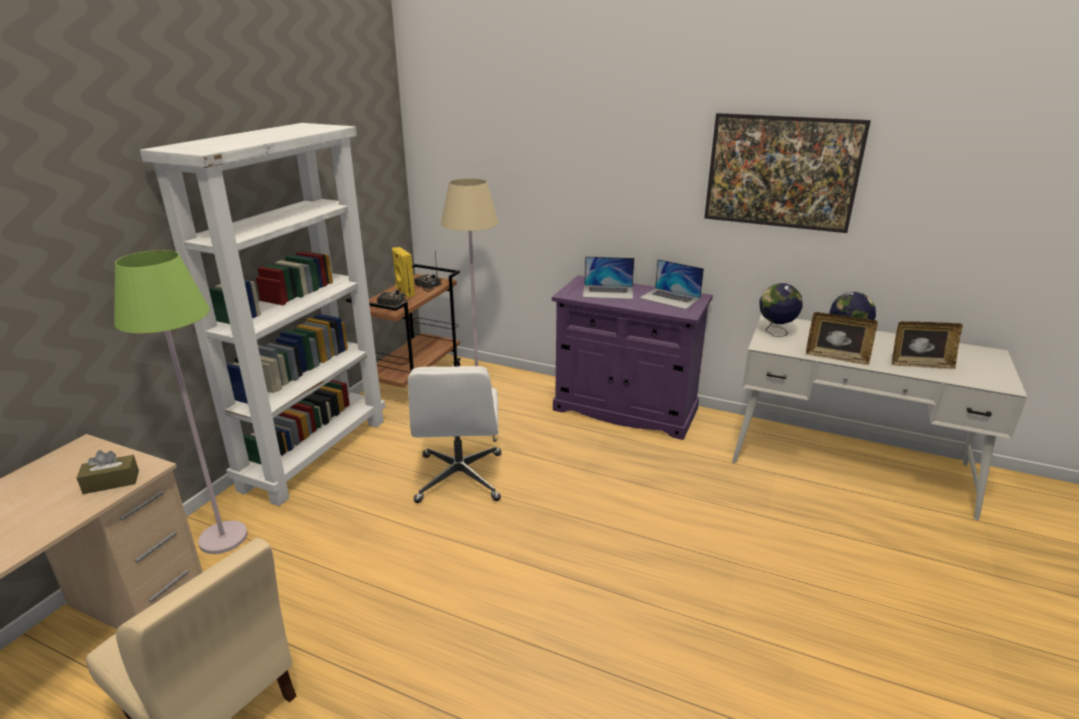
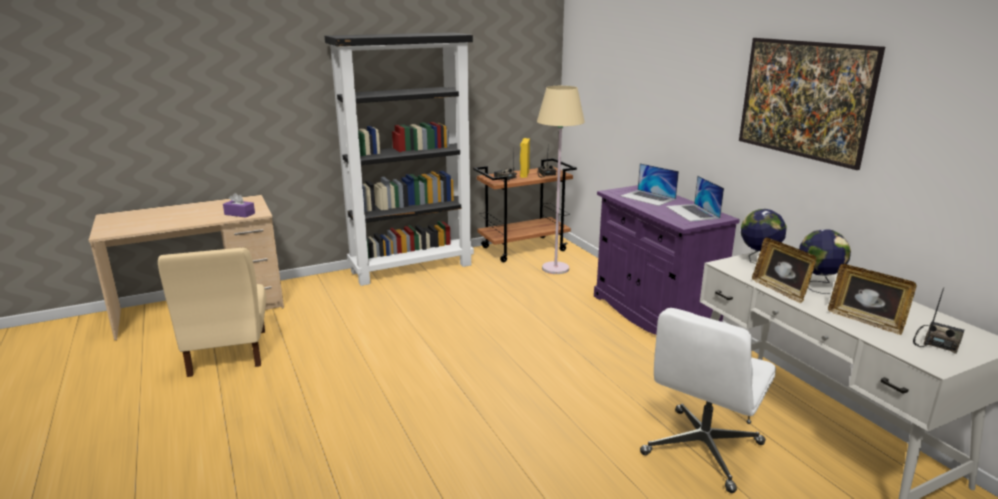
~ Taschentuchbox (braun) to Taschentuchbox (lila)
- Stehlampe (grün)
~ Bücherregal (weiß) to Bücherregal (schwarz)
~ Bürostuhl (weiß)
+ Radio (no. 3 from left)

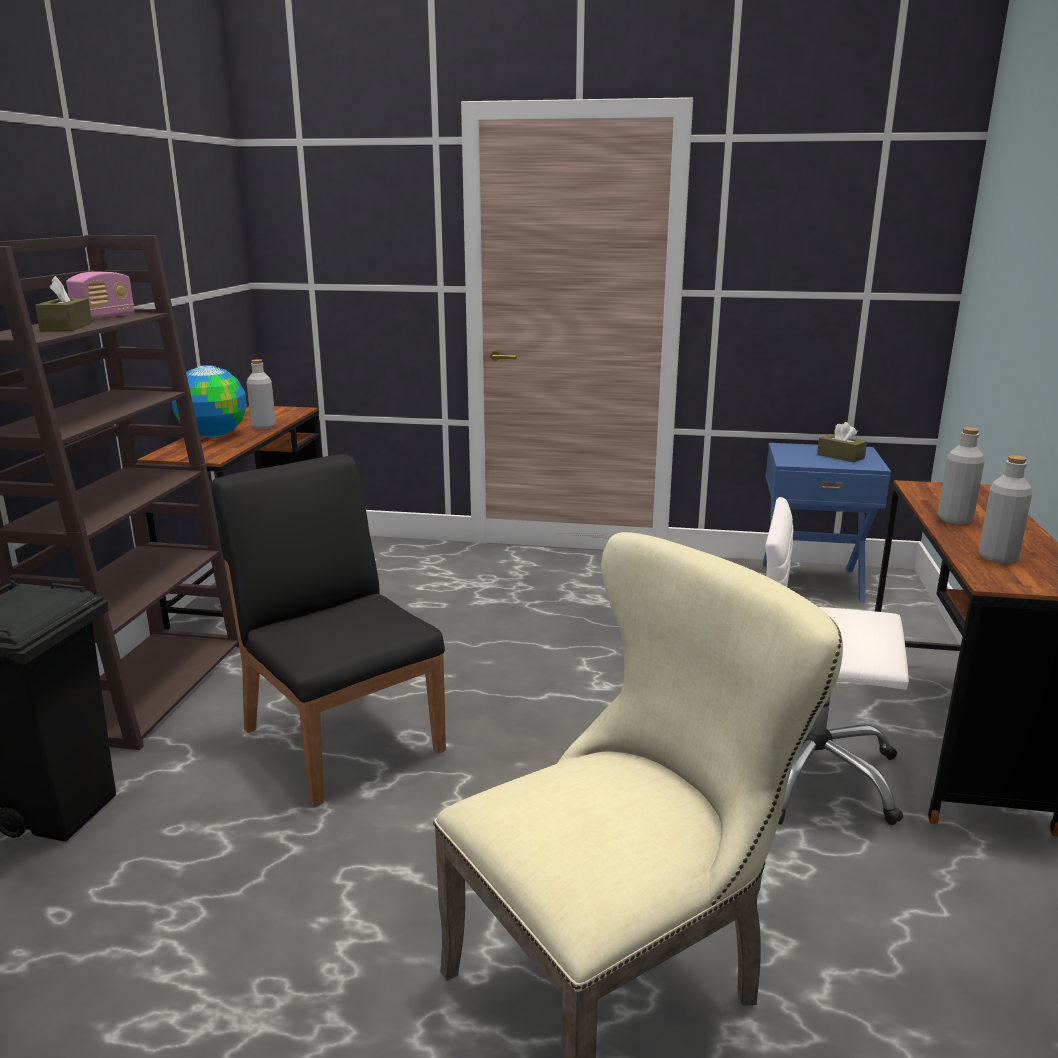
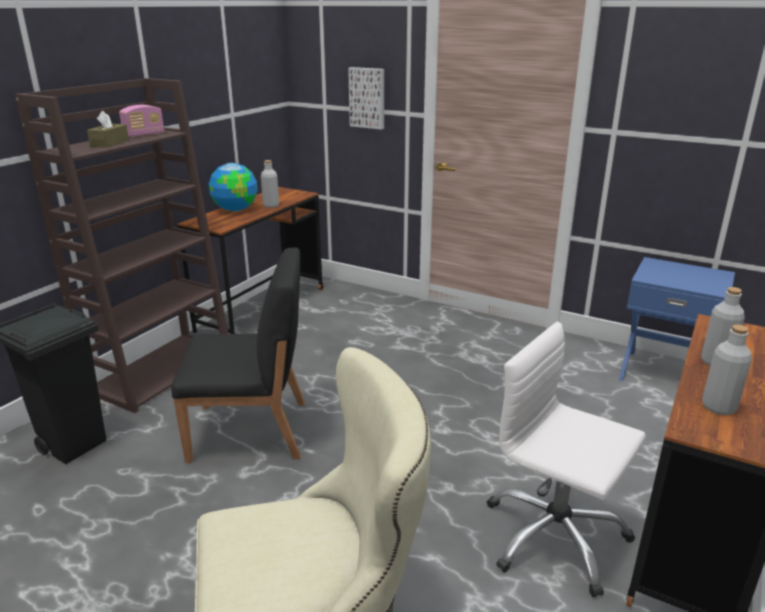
~ Stuhl (schwarz) 105 degrees clockwise
- Taschentuchbox (braun) (no. 2 from left)
+ Bild

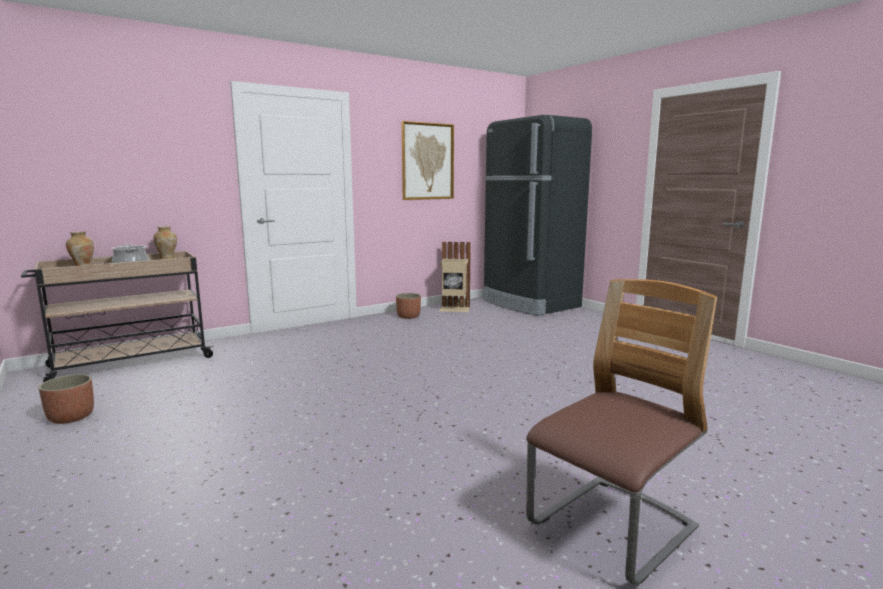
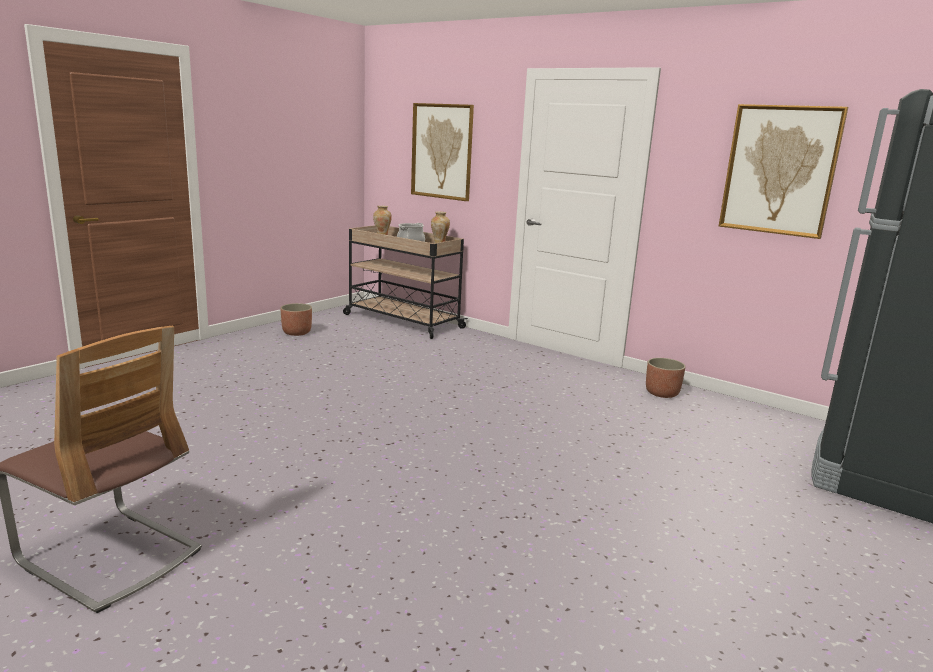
- Mülleimer (beige)
+ Bild (no. 1 from left)

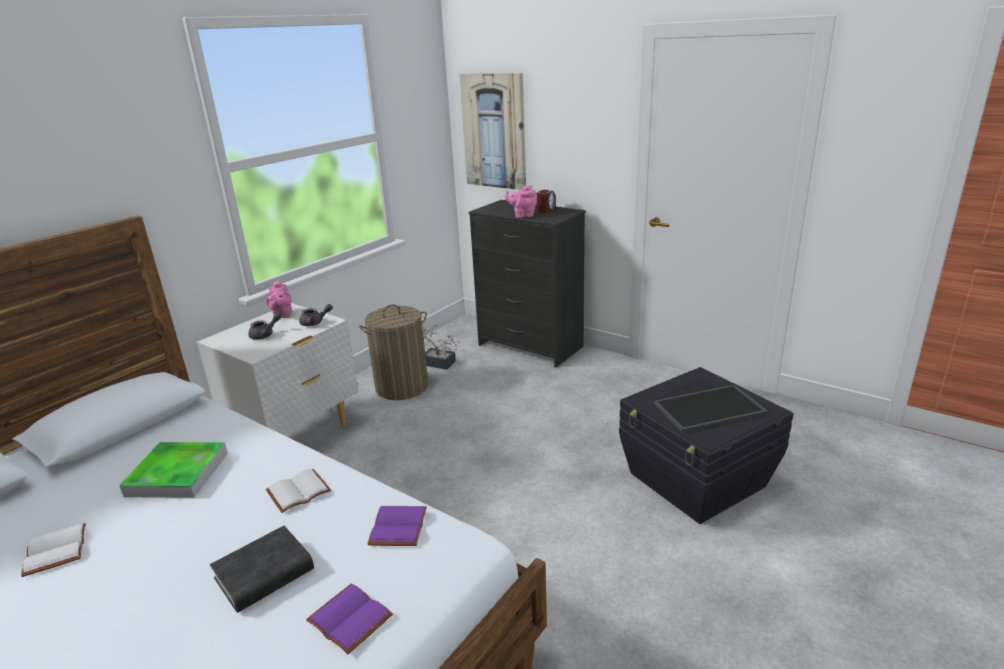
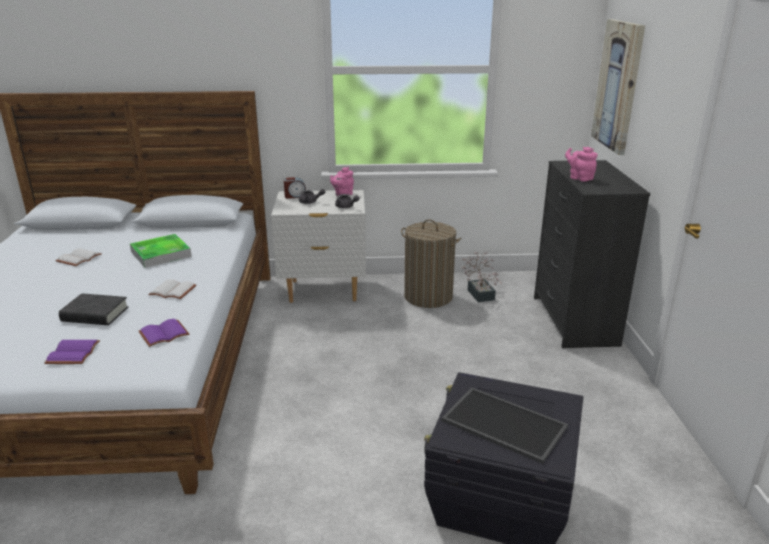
~ Wecker

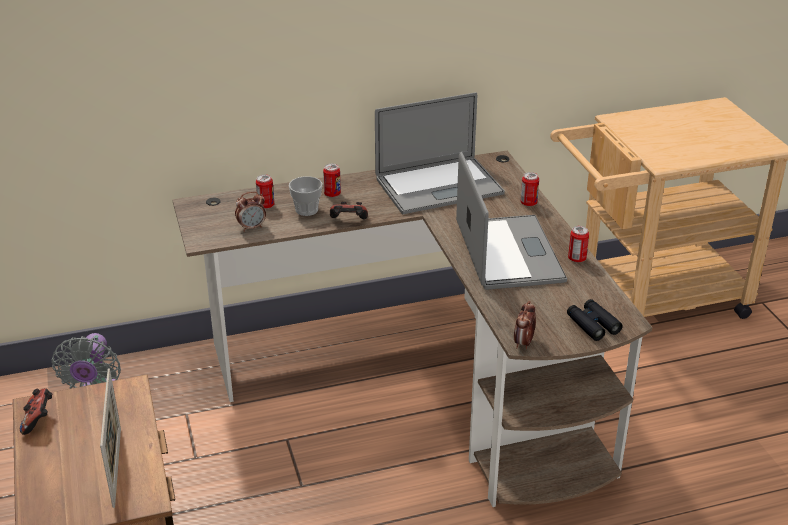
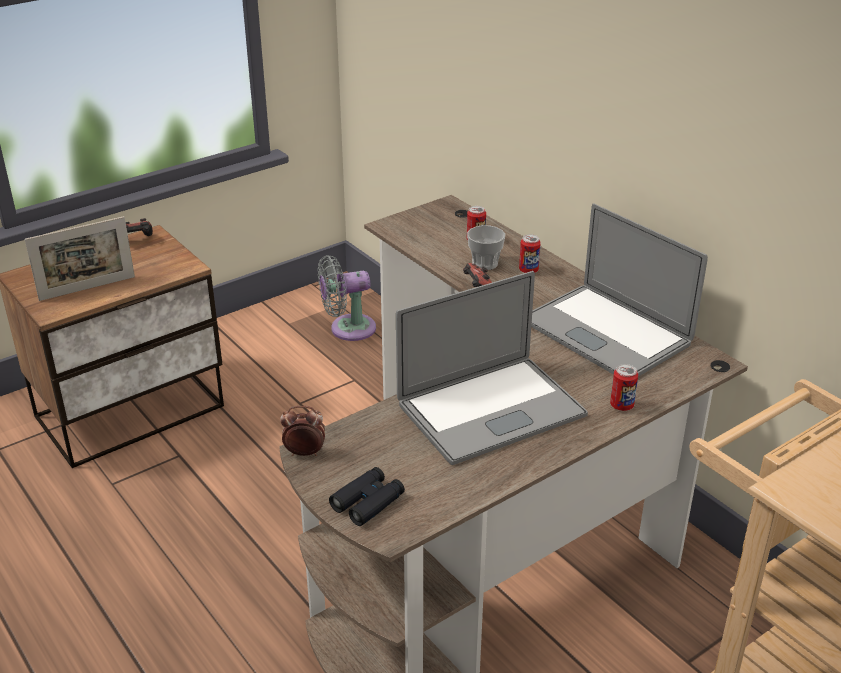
- Wecker (no. 1 from left)
- Dose (no. 4 from left)

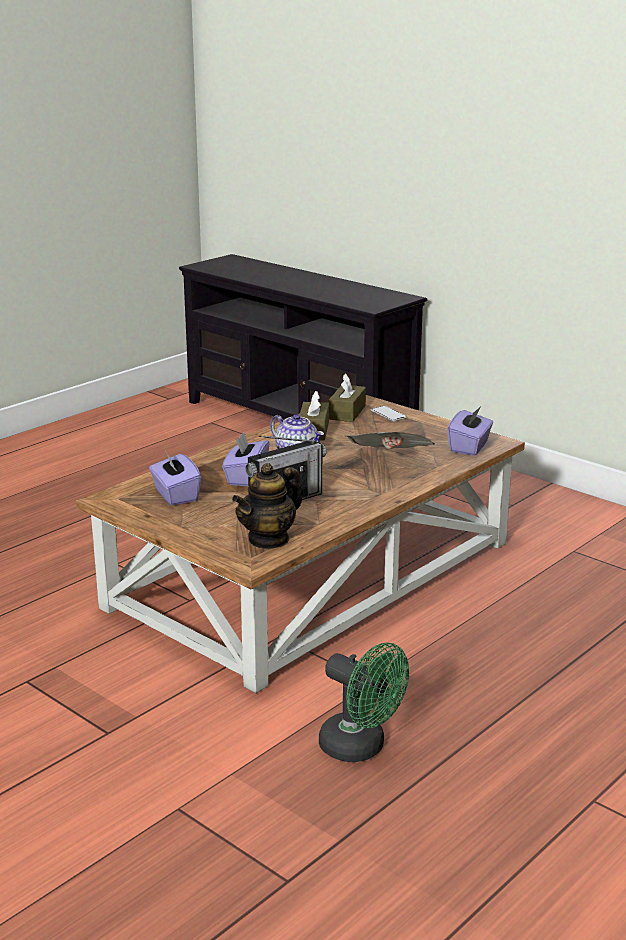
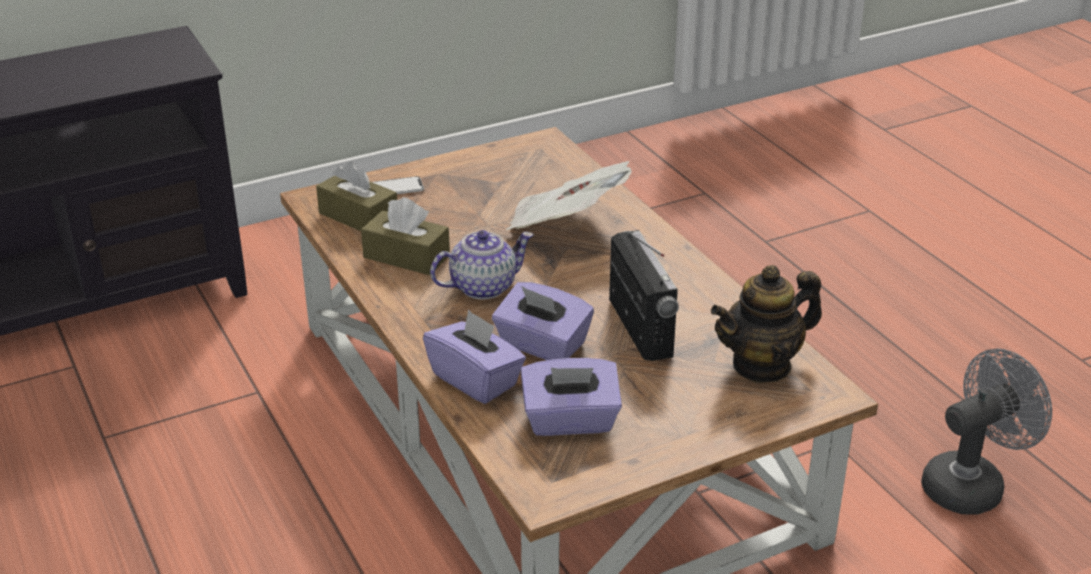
~ Teekanne (no. 1 from left in the first image) 90 degrees clockwise
~ Ventilator (grün) to Ventilator (grau)
~ Taschentuchbox (lila) (no. 3 from left in the first image) to Taschentuchbox (lila) (no. 1 from left)

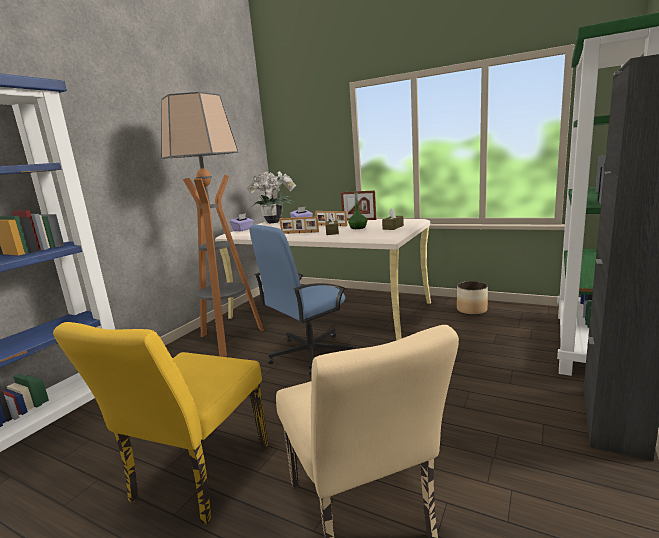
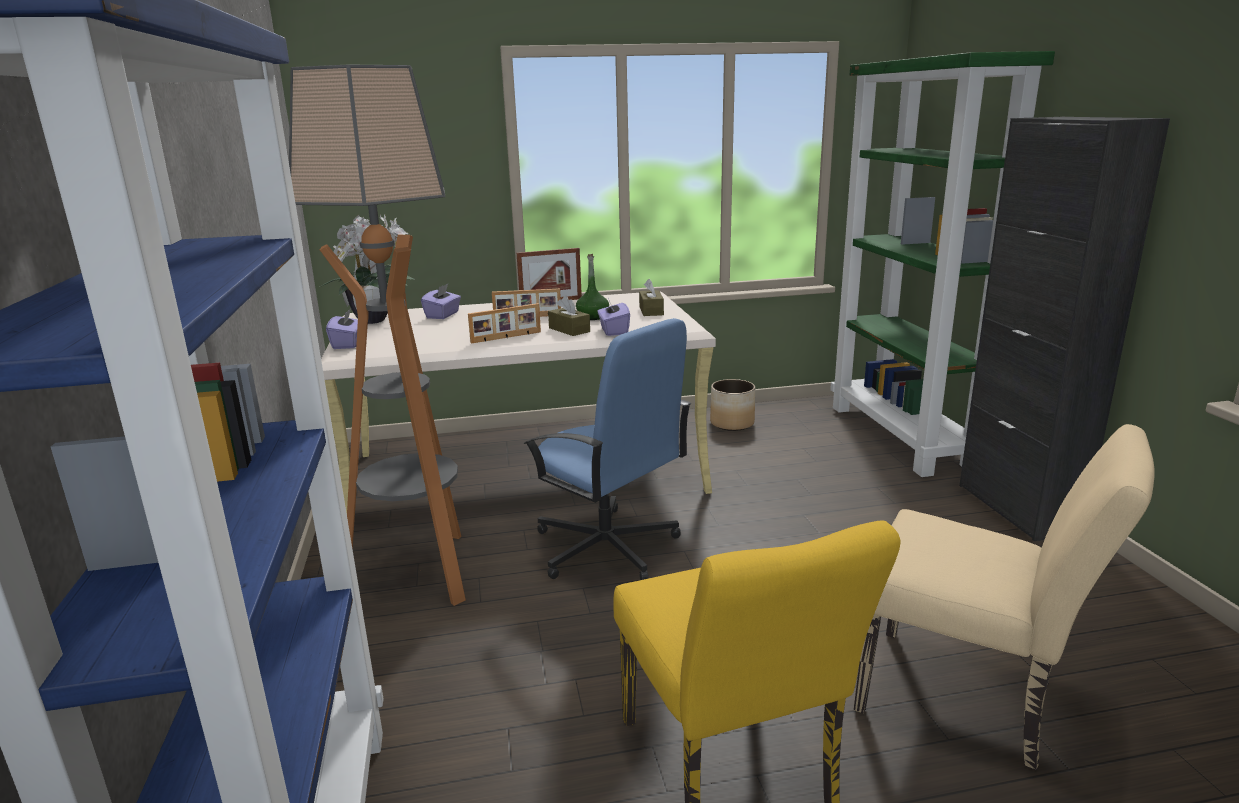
~ Bürostuhl (blau) 60 degrees counterclockwise
+ Taschentuchbox (lila) (no. 3 from left)

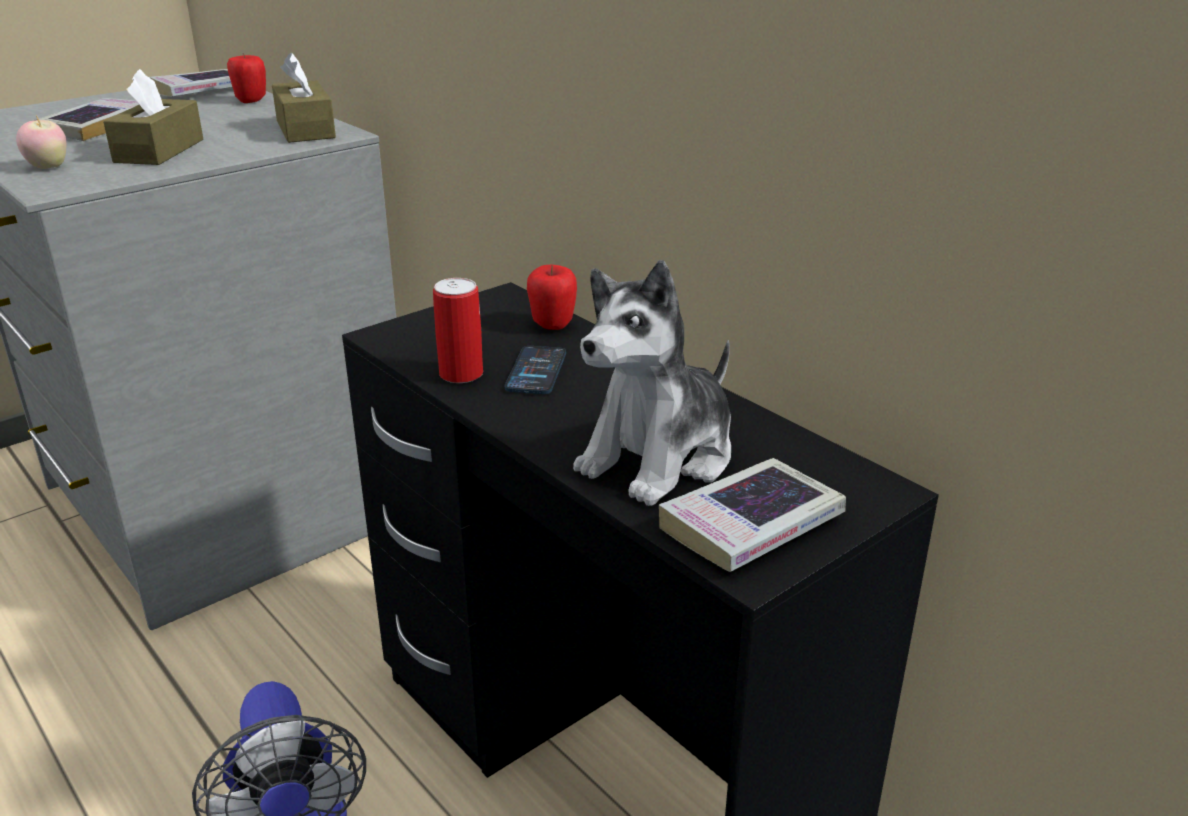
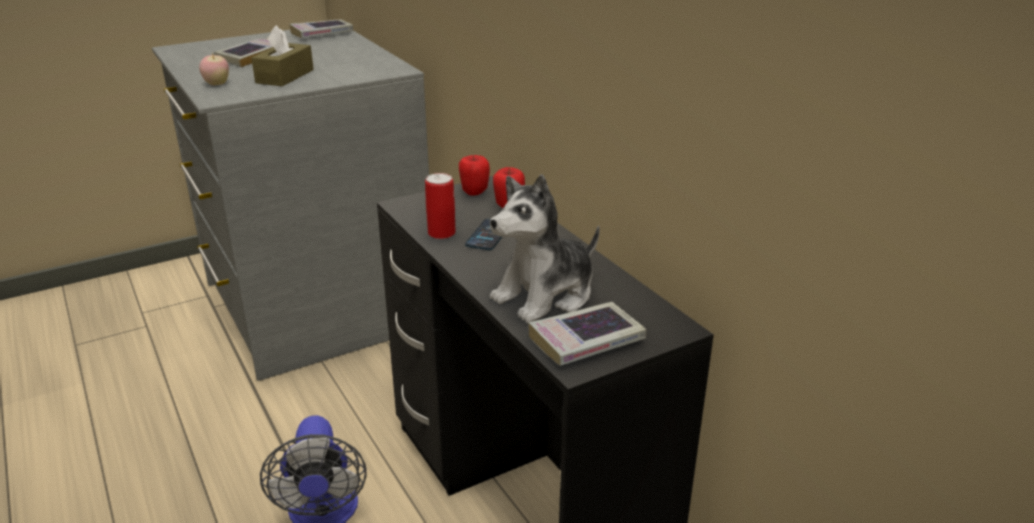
~ Apfel (no. 2 from left)
- Taschentuchbox (braun) (no. 2 from left)

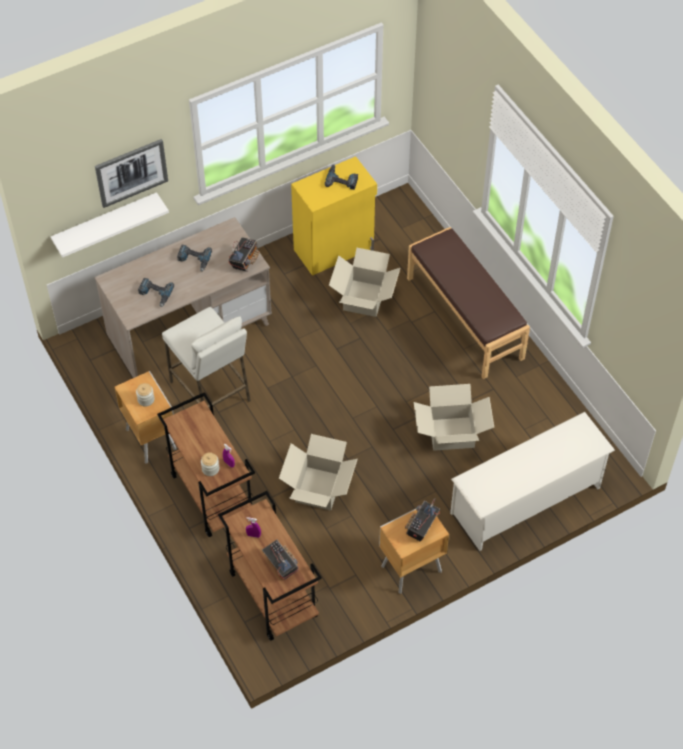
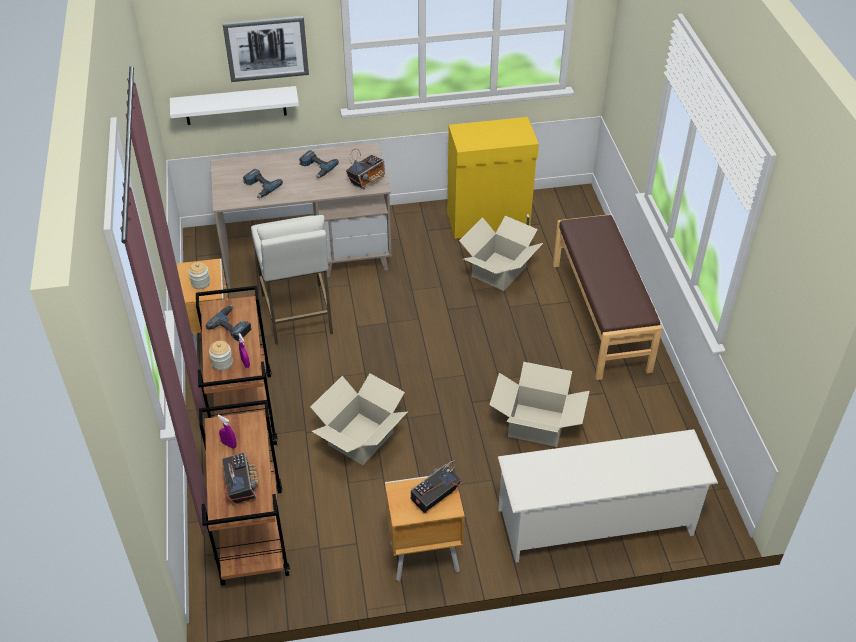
~ Bohrmaschine (no. 3 from left in the first image) to Bohrmaschine (no. 1 from left)

